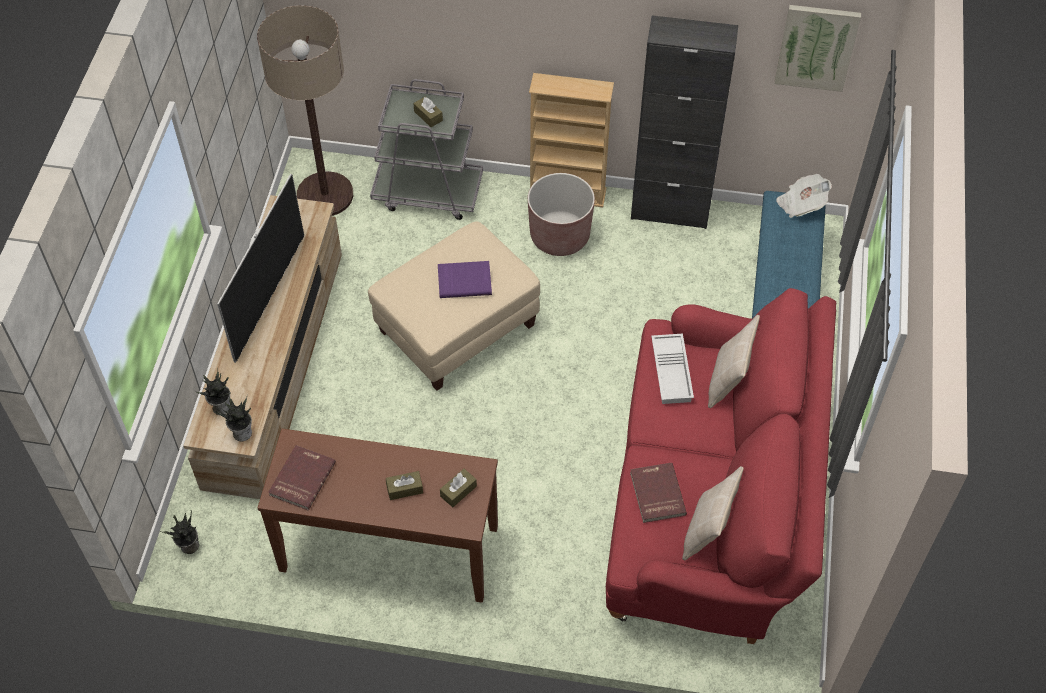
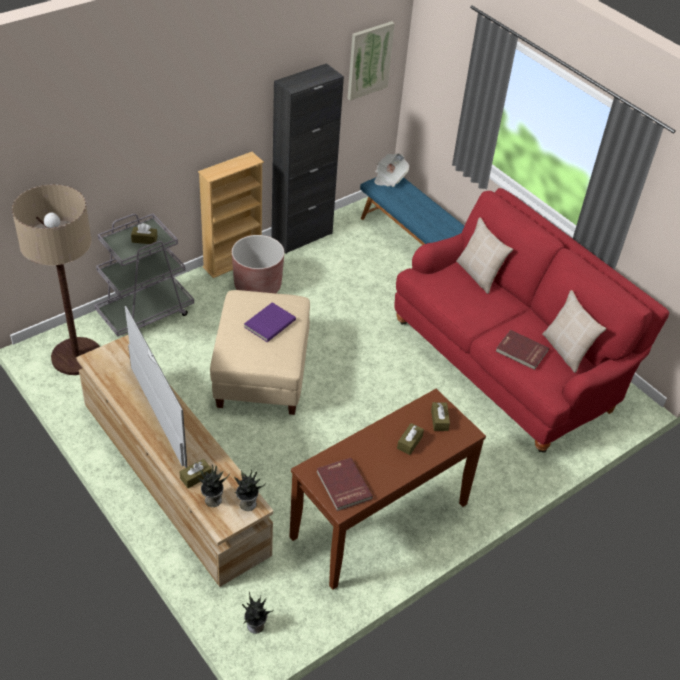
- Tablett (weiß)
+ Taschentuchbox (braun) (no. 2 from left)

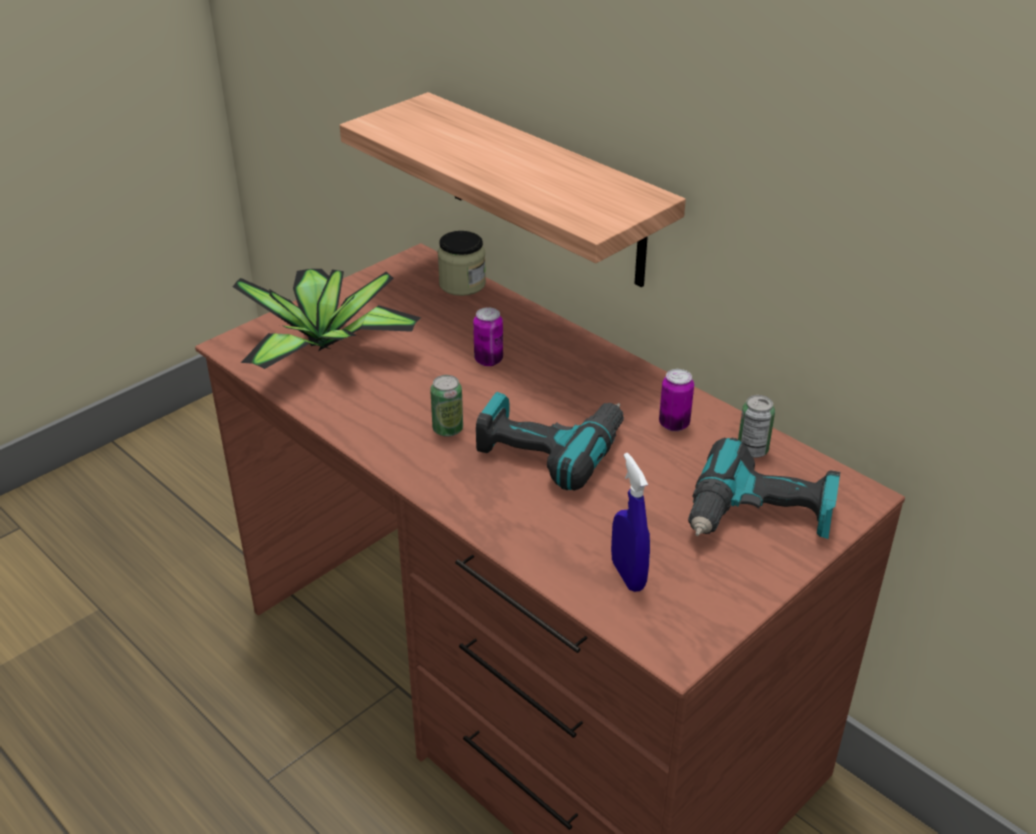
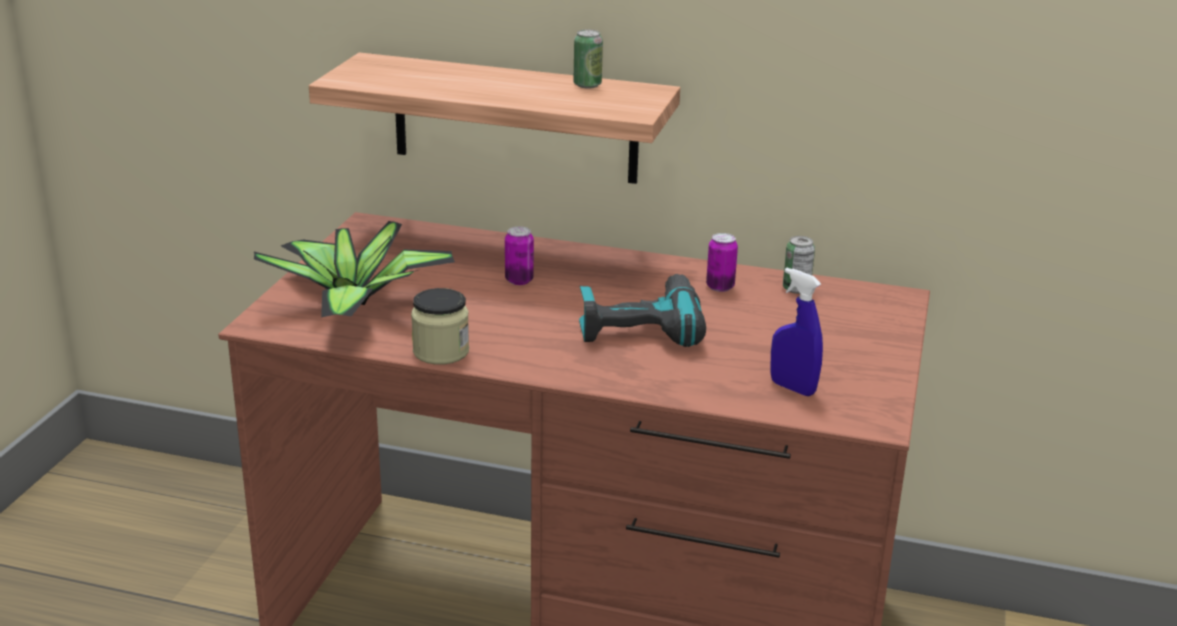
~ Dose (no. 1 from left in the first image) to Dose (no. 2 from left)
~ Vorratsglas
- Bohrmaschine (no. 2 from left)

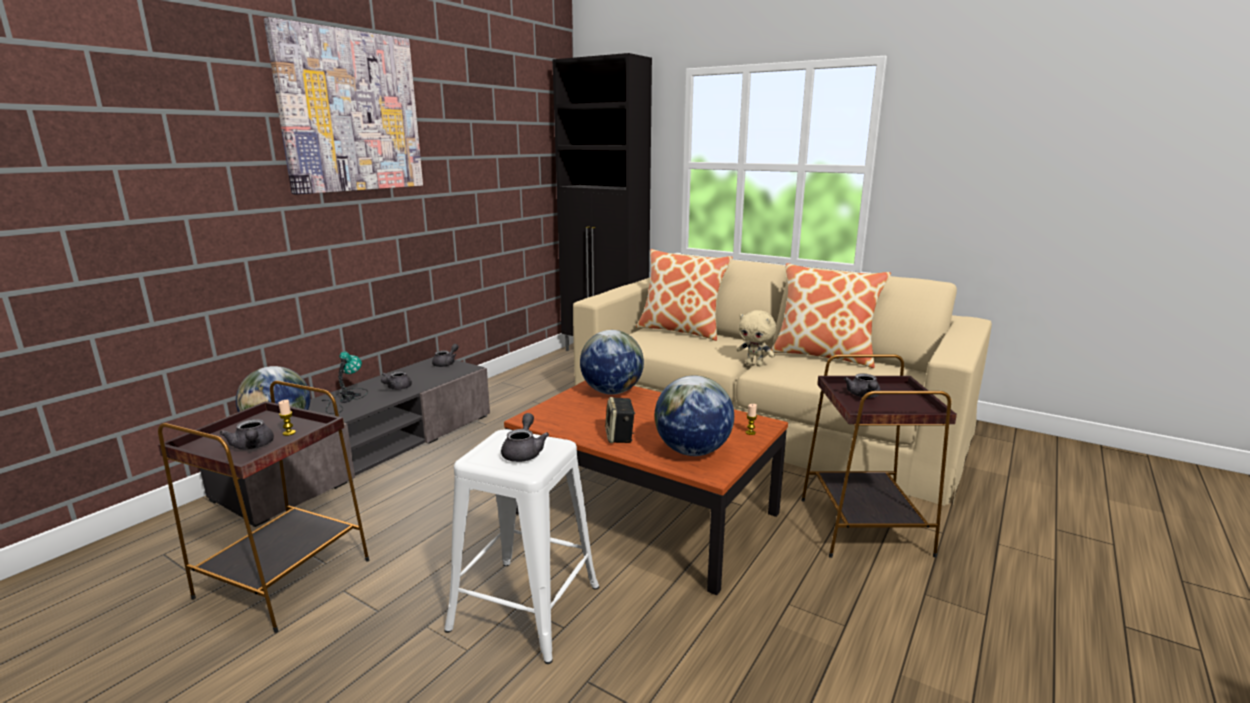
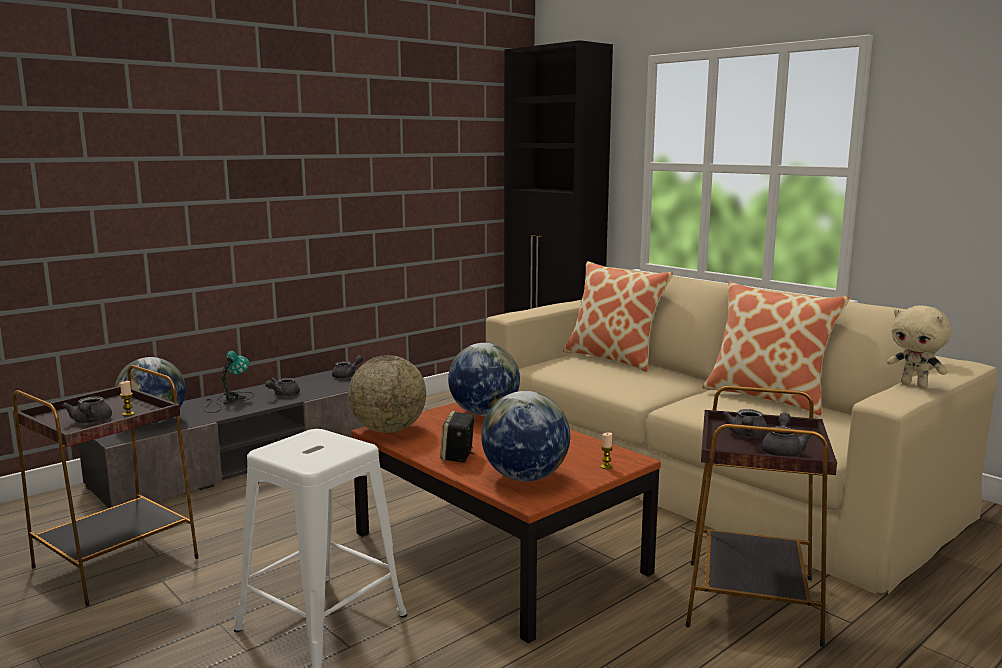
- Bild
~ Teekanne (grau) (no. 4 from left in the first image) to Teekanne (grau) (no. 5 from left)
~ Plüschtier (beige)
+ Globus (no. 2 from left)

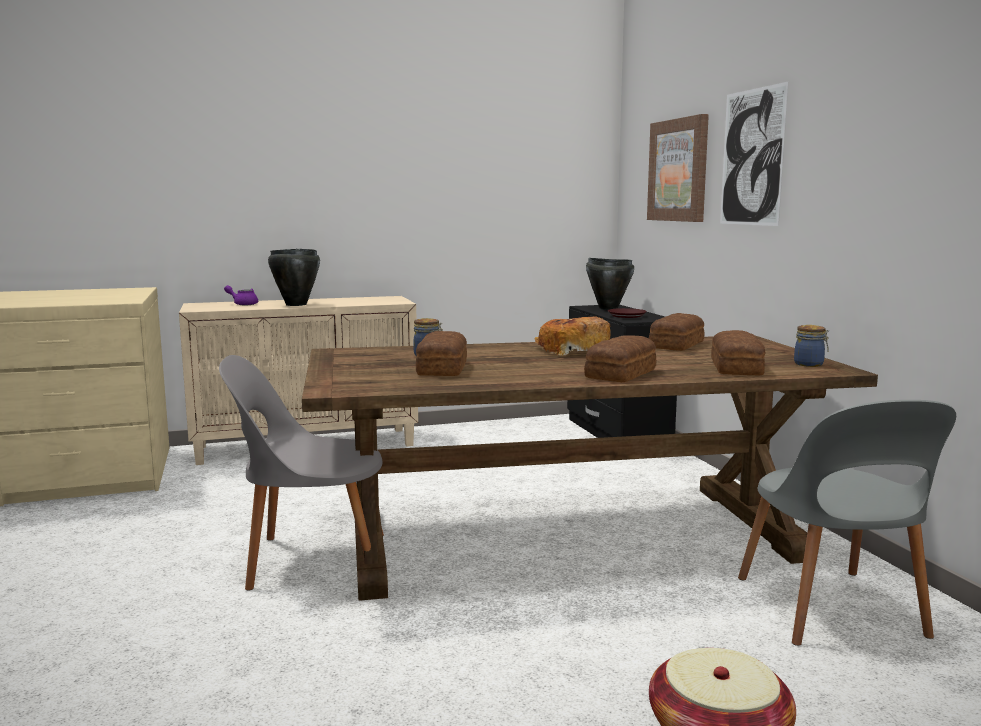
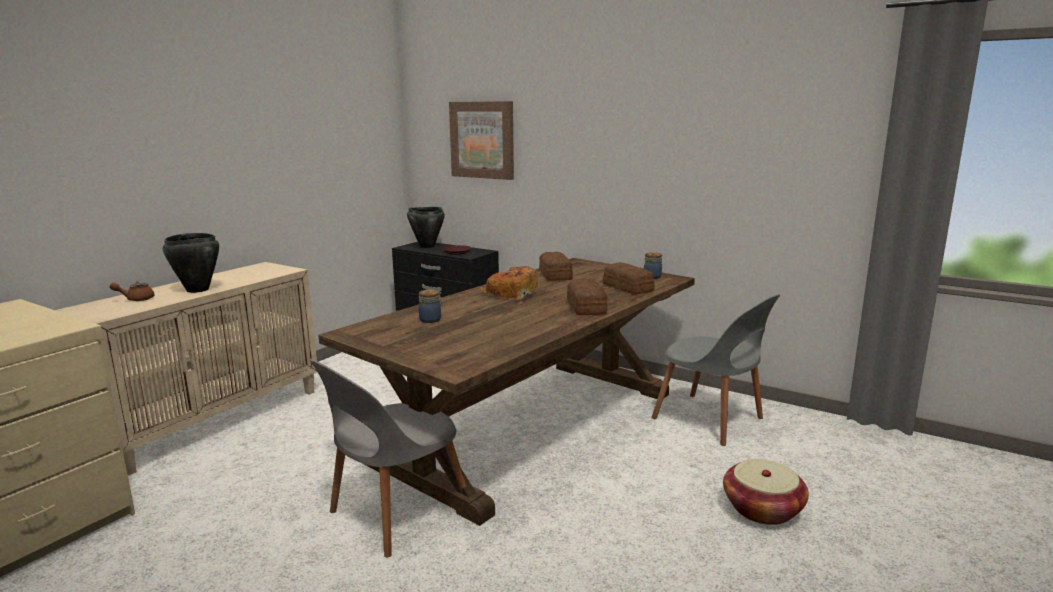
~ Teekanne (lila) to Teekanne (braun)
- Brot (no. 1 from left)
- Bild (no. 2 from left)

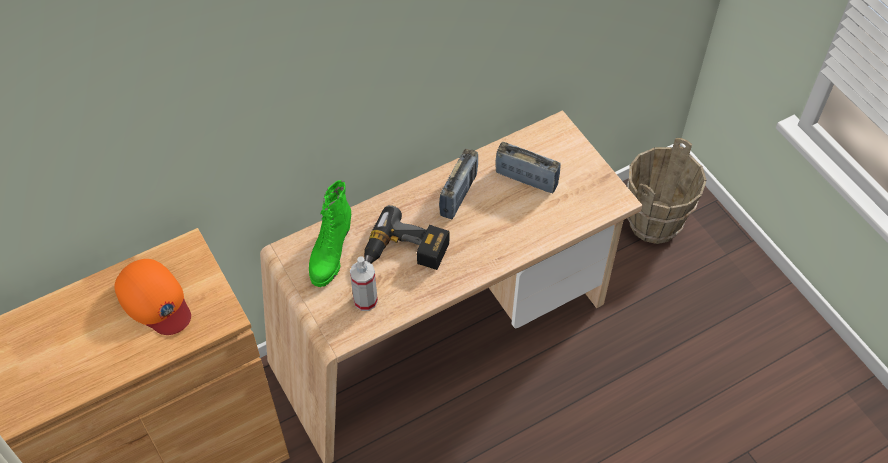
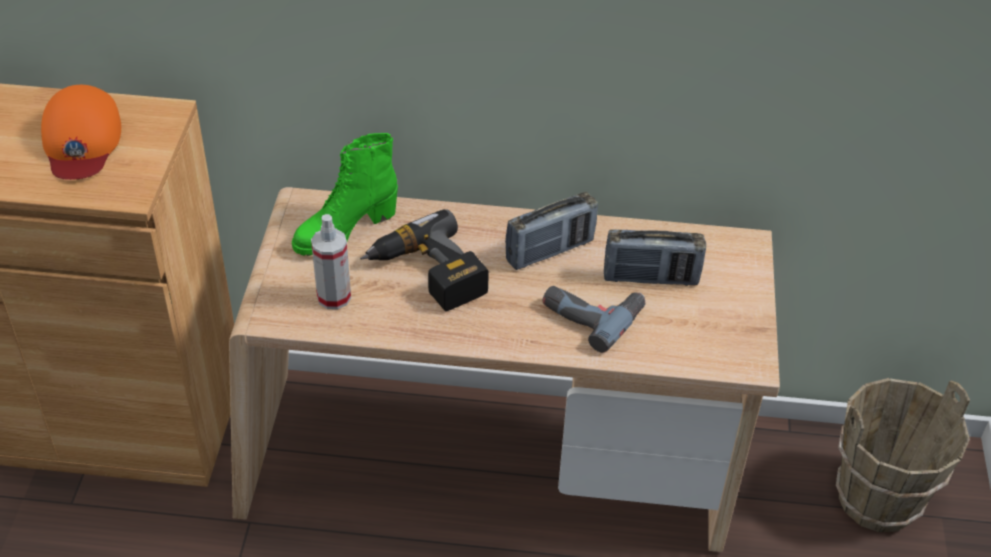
~ Radio (no. 2 from left) 120 degrees clockwise
+ Bohrmaschine (no. 2 from left)

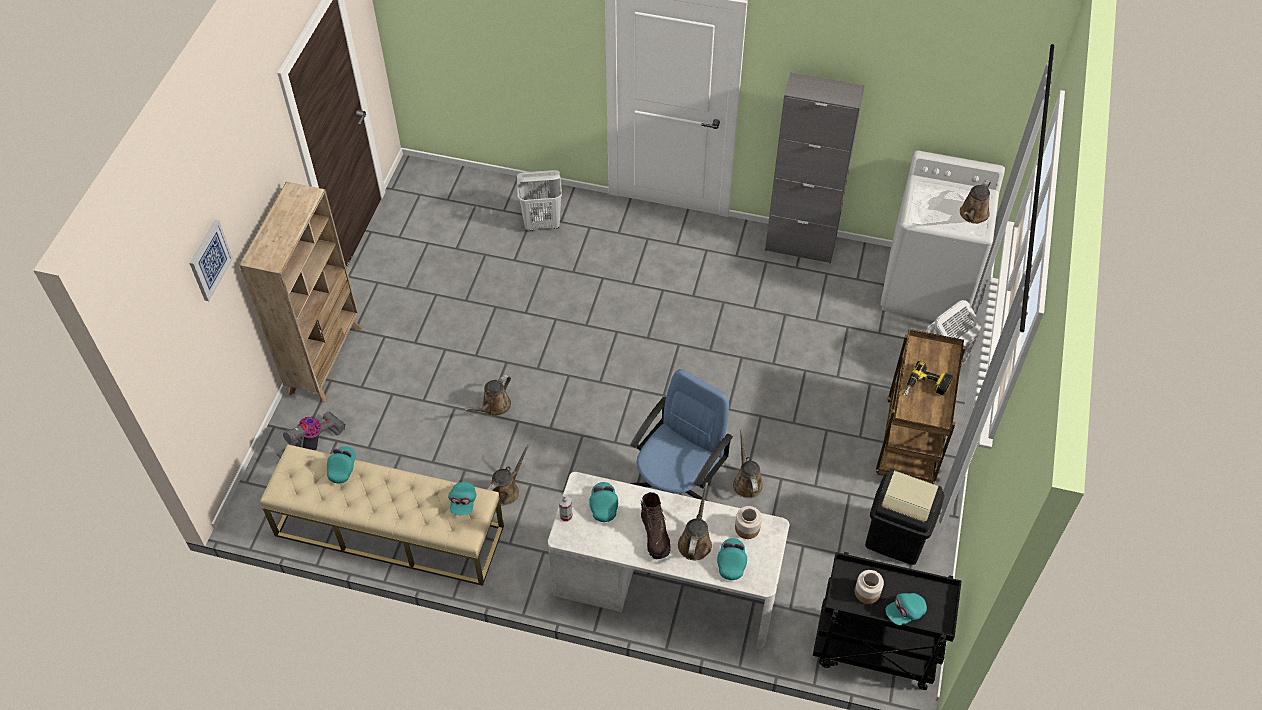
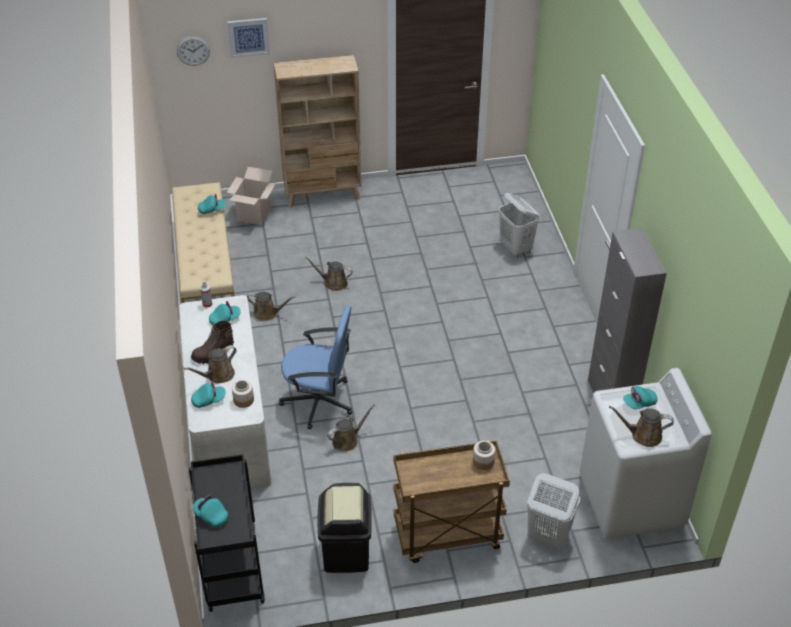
~ Staubsauger to Karton
~ Kappe (türkis) (no. 2 from left in the first image) to Kappe (türkis) (no. 5 from left)
~ Gießkanne (braun) (no. 3 from left in the first image) 150 degrees clockwise
~ Vorratsglas (no. 2 from left)
- Bohrmaschine
+ Wanduhr

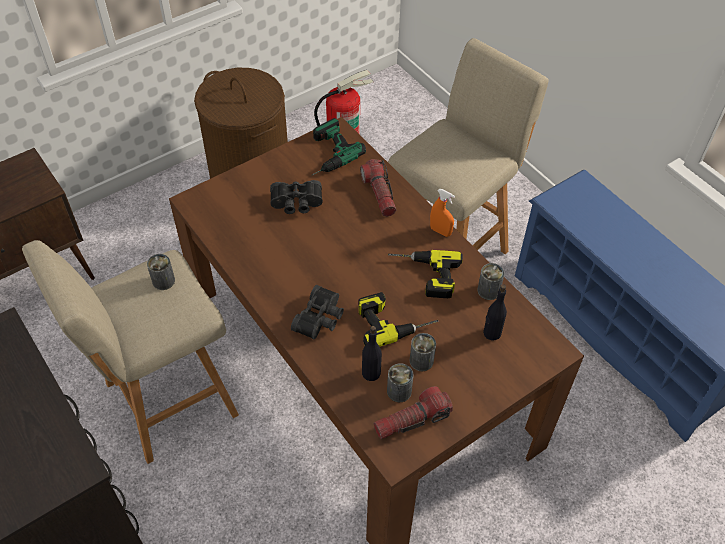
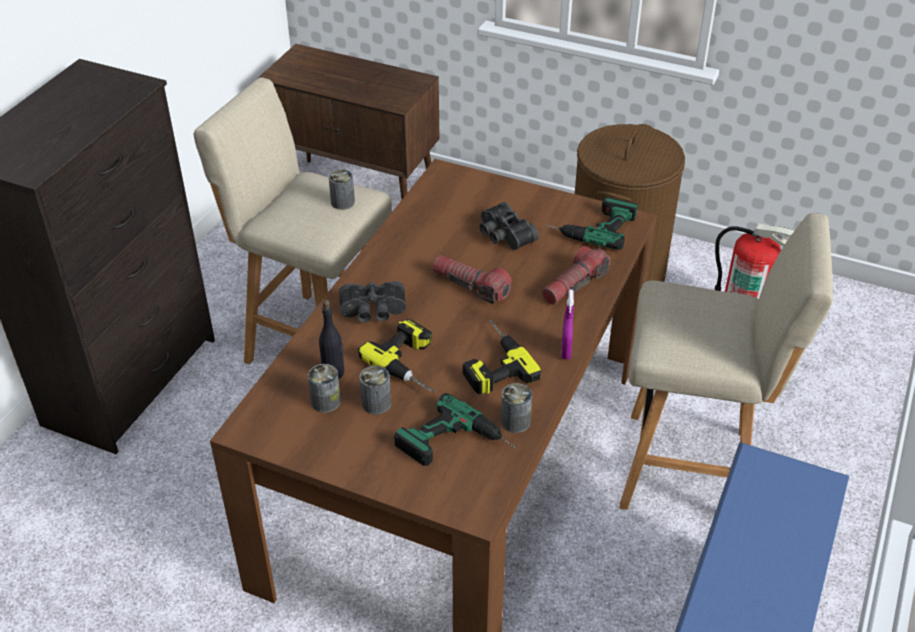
~ Taschenlampe (no. 2 from left in the first image) to Taschenlampe (no. 1 from left)
~ Sprühflasche (orange) to Sprühflasche (lila)
~ Flasche (schwarz) (no. 2 from left) to Bohrmaschine (no. 2 from left)

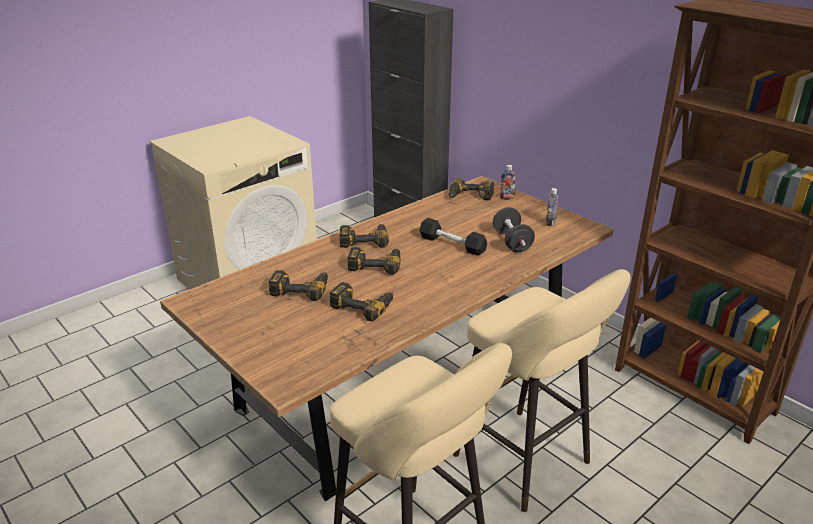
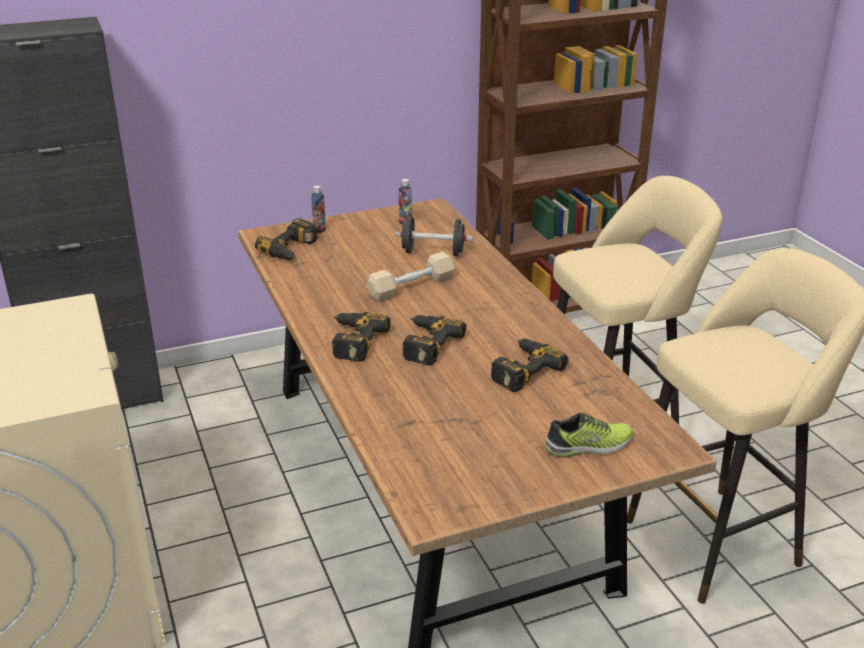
- Bohrmaschine (no. 1 from left)
~ Hantel (schwarz) (no. 1 from left) to Hantel (beige)
+ Schuh

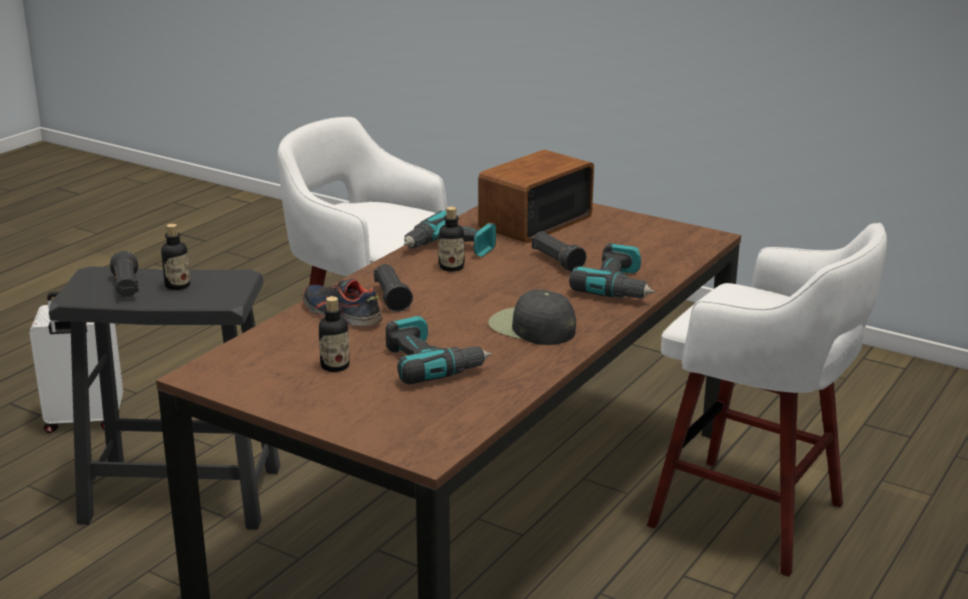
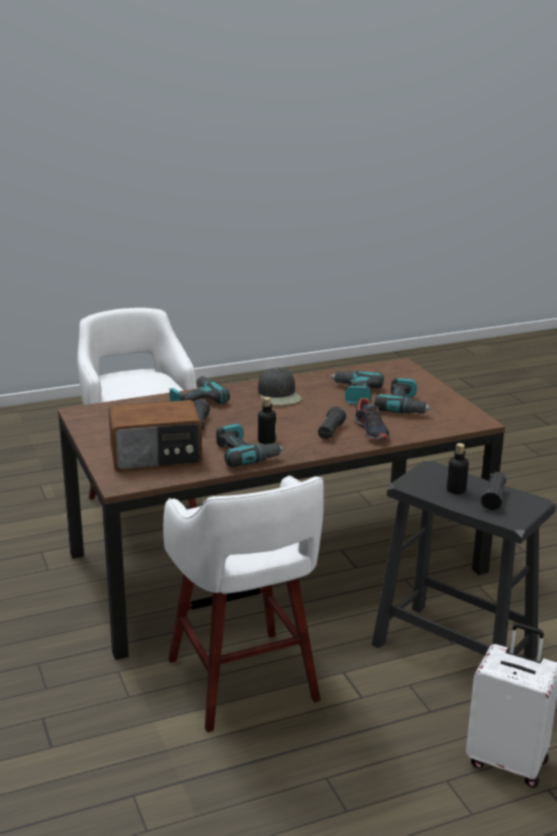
~ Flasche (no. 2 from left) to Bohrmaschine (no. 4 from left)

